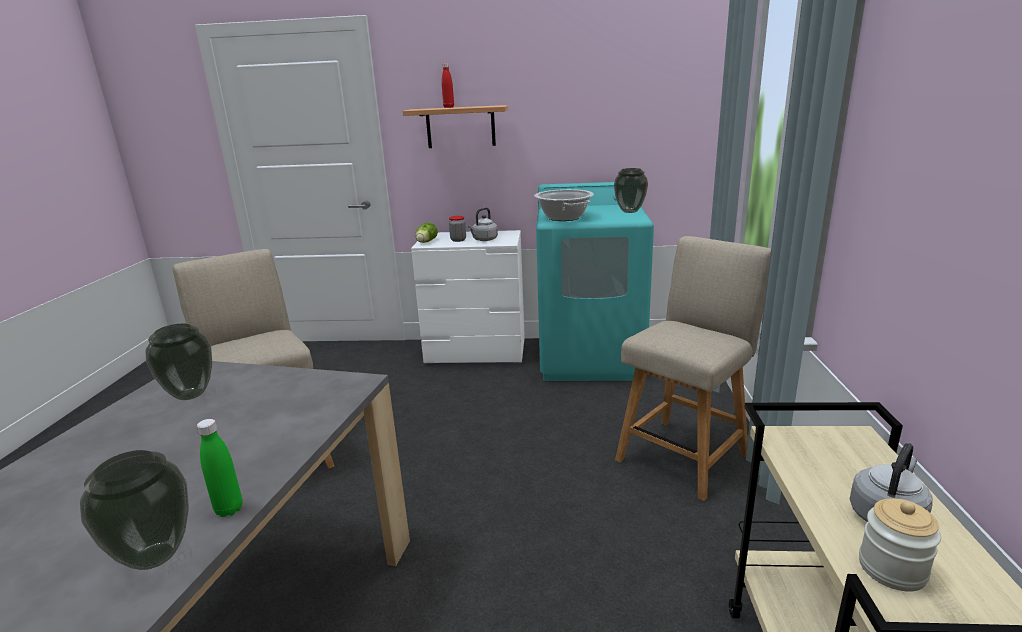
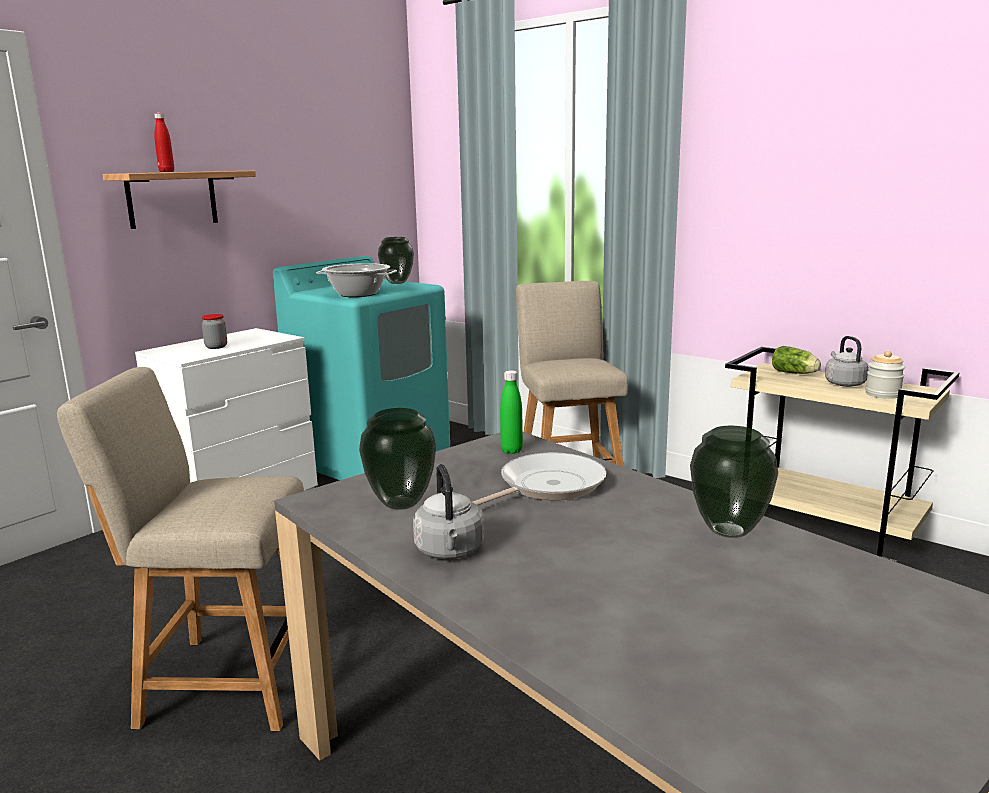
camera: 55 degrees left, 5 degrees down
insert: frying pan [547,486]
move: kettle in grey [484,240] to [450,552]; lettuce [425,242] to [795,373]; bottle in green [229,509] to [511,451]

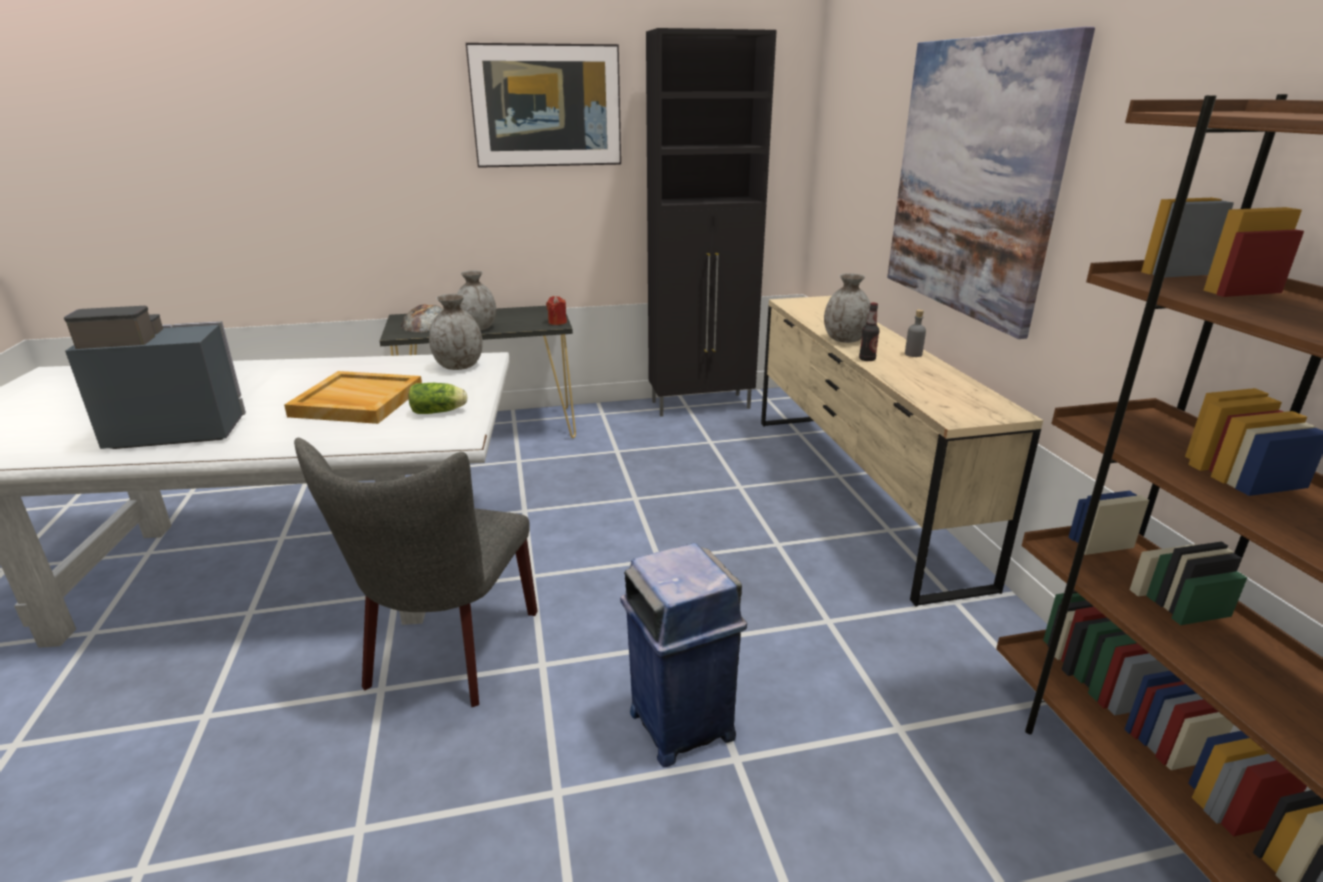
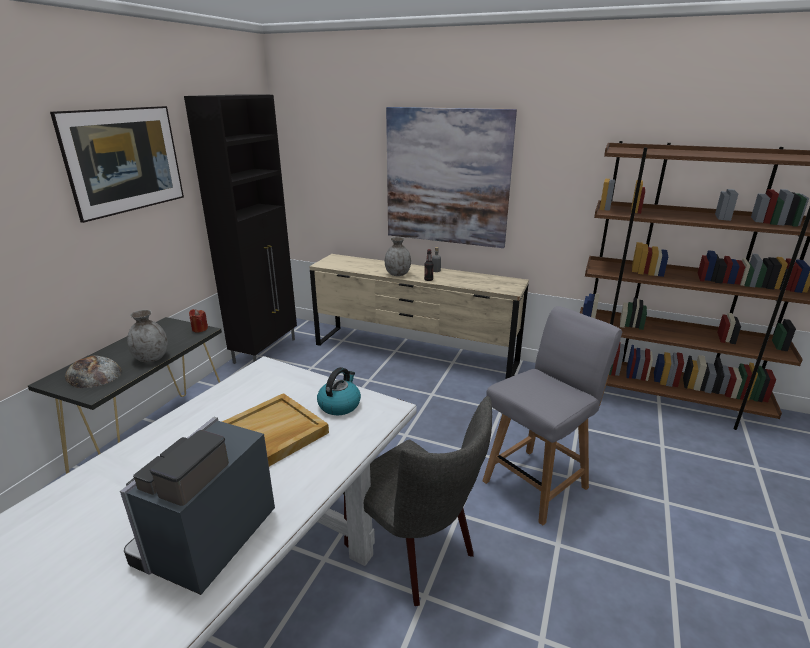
camera: 55 degrees left, 0 degrees up
delete: vase in grey [458,366]
replace: lettuce [440,412] to kettle [339,405]; trash can in blue [681,723] to chair in grey [537,483]

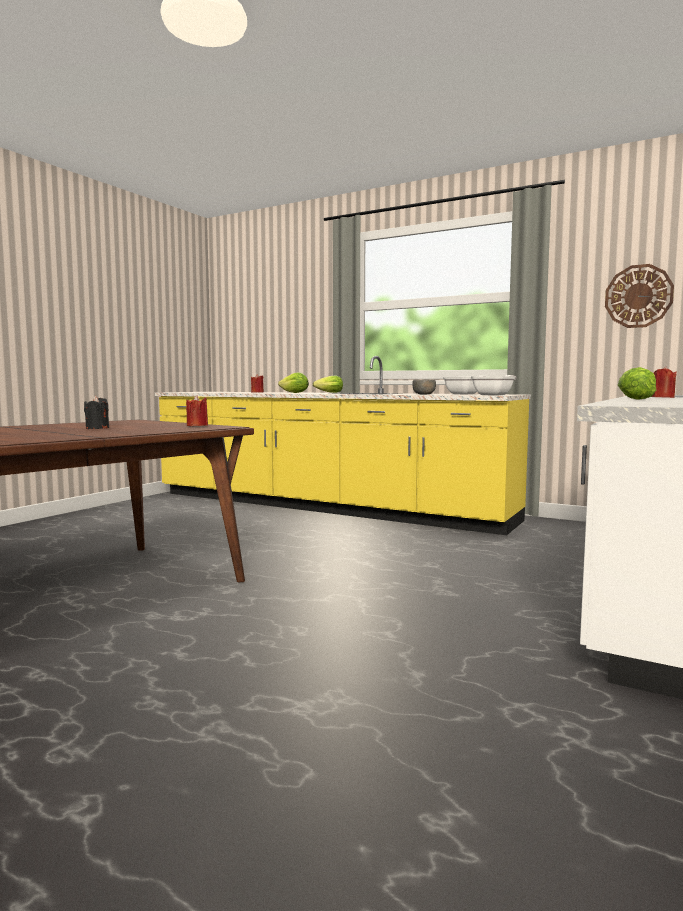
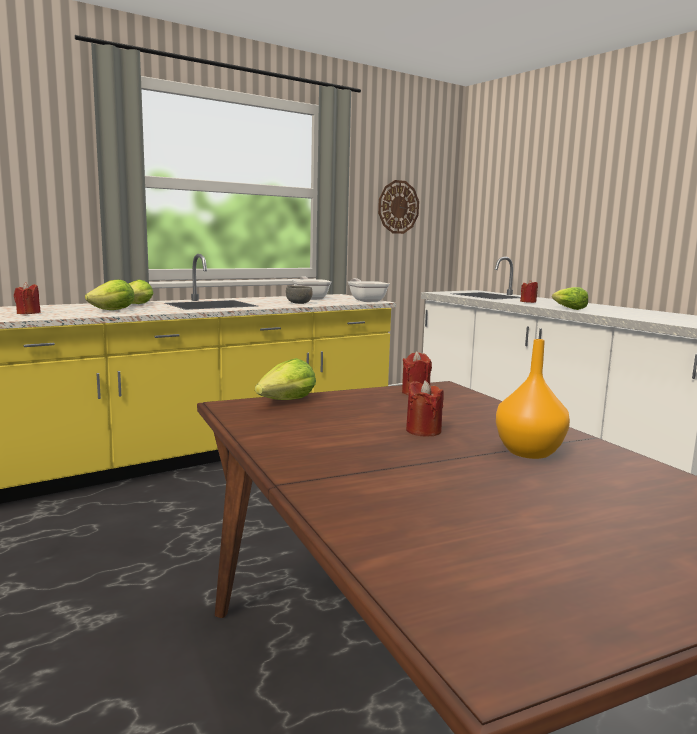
camera: 65 degrees left, 5 degrees up
insert: vase in orange [527,452]; lettuce [287,402]
recolor: candle in black [97,428] to candle in red [423,431]

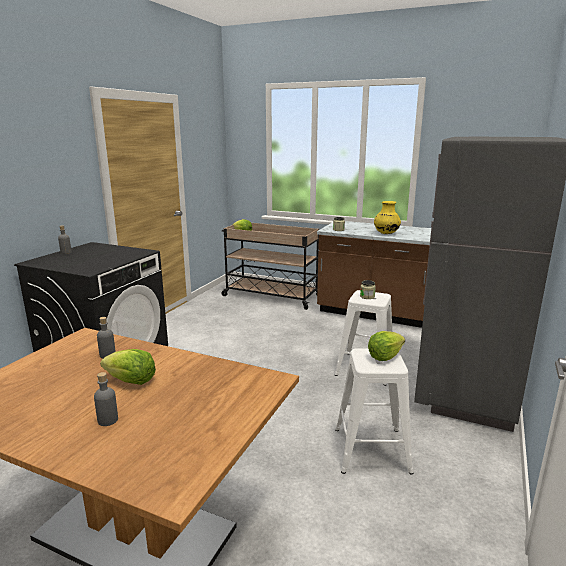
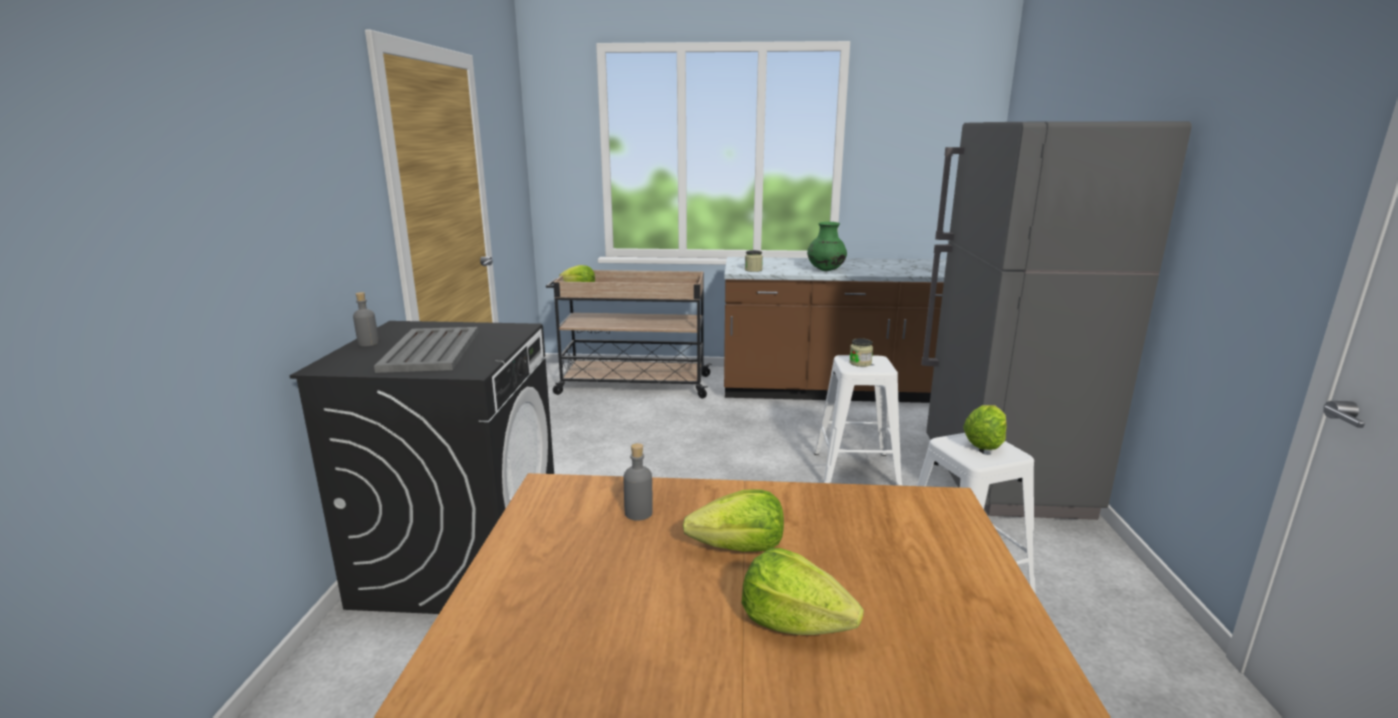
camera: 20 degrees left, 0 degrees up
insert: tray in grey [430,351]
replace: bottle in grey [108,420] to lettuce [794,623]
recolor: vase in yellow [386,233] to vase in green [825,270]

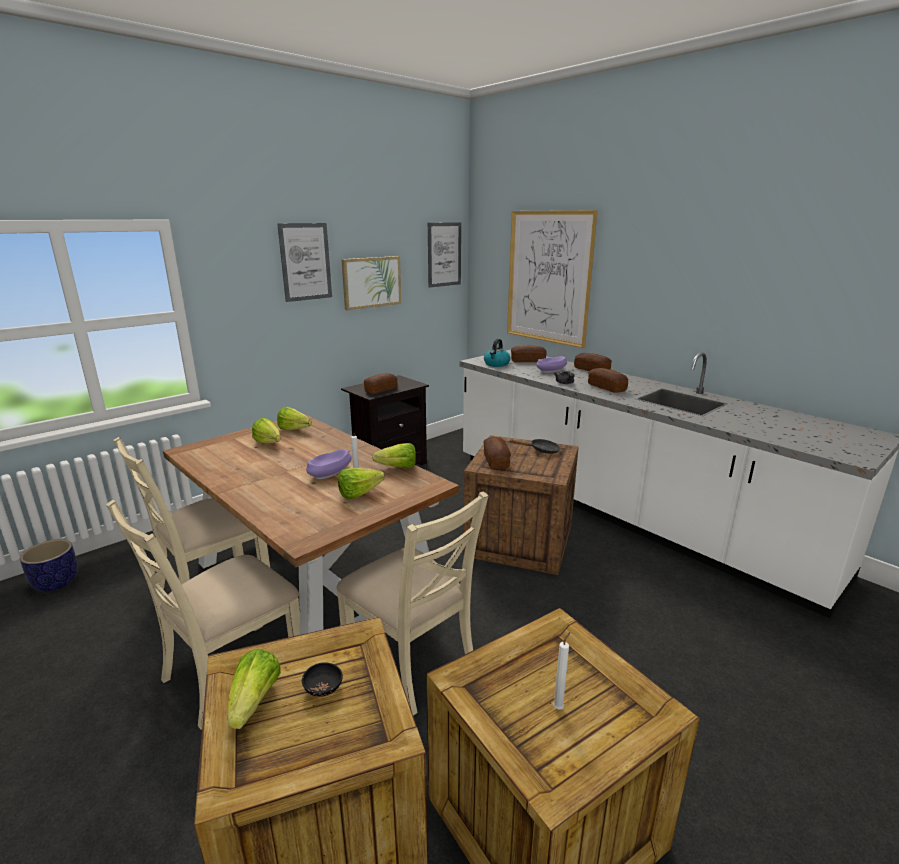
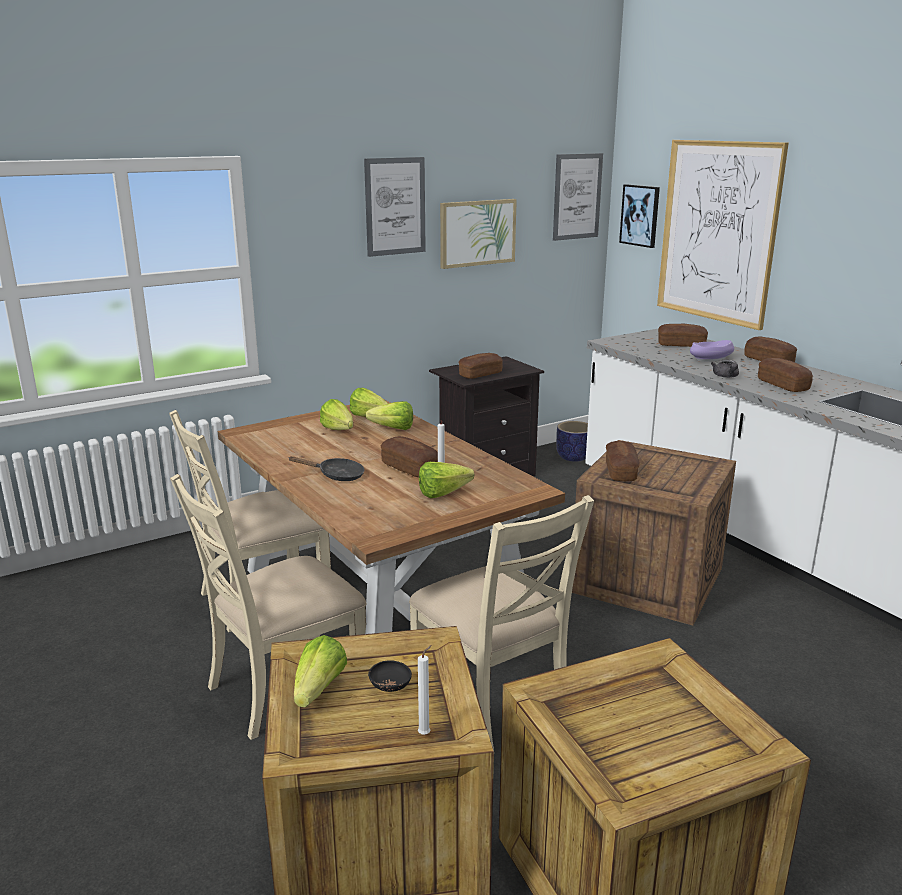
camera: 10 degrees right, 0 degrees up
delete: kettle [496,364]
insert: picture [640,215]
move: frying pan in black [541,450] to [336,476]; lettuce [394,468] to [389,428]; planter [57,583] to [574,457]; candle in white [559,707] to [426,733]
replace: bowl in purple [330,473] to bread [409,468]

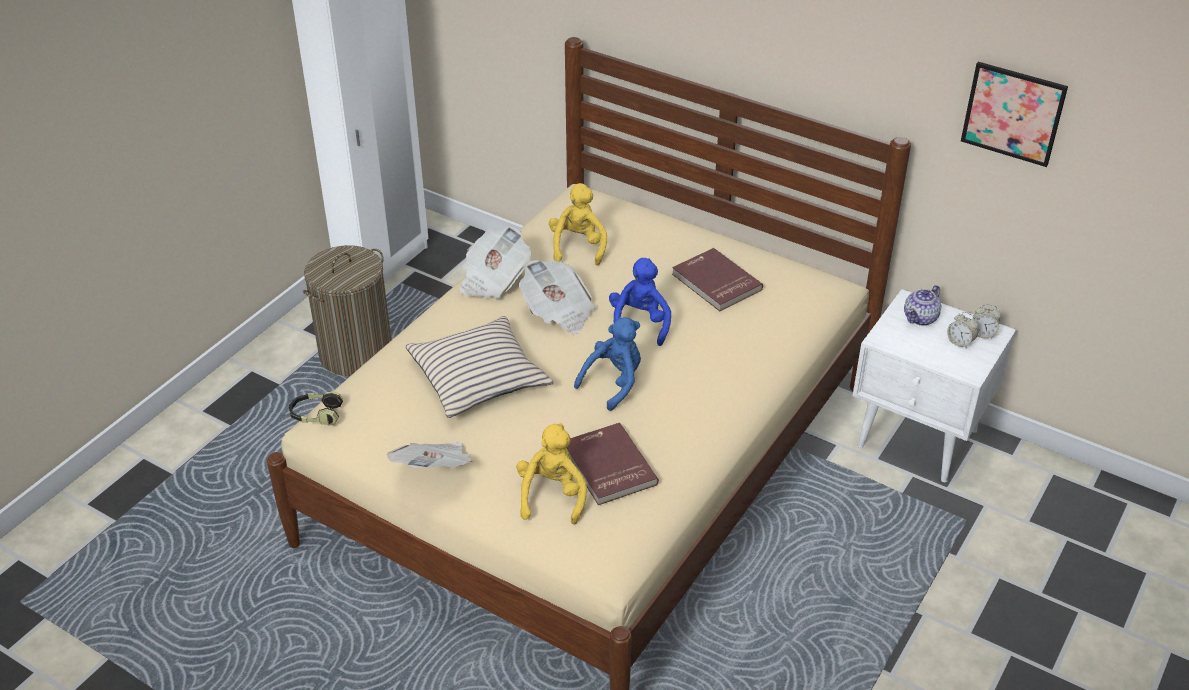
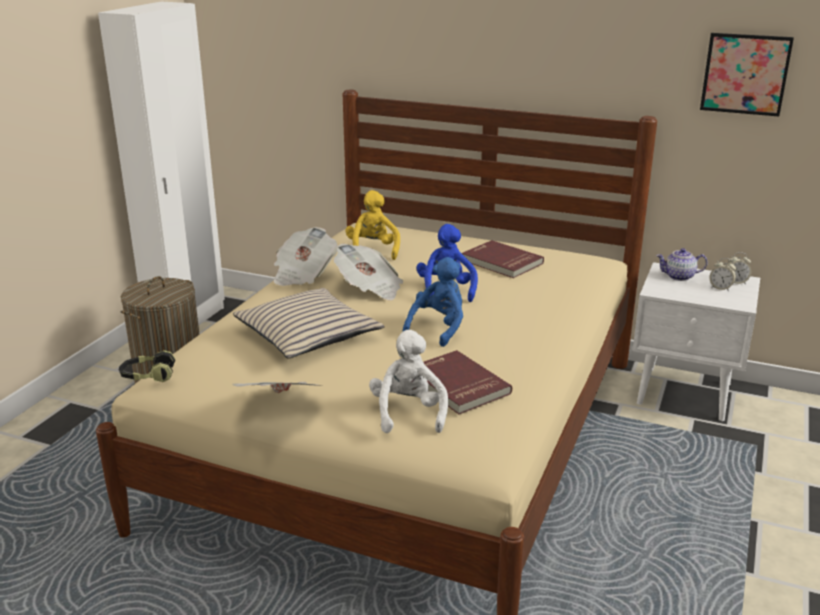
camera: 10 degrees left, 15 degrees down
recolor: plush toy in yellow [552,495] to plush toy in white [408,413]
rotate: teapot [921,318] = [679,277] 60 degrees clockwise

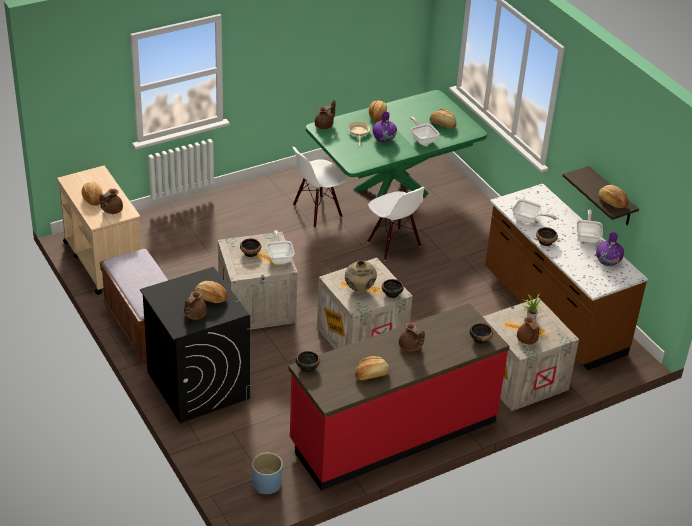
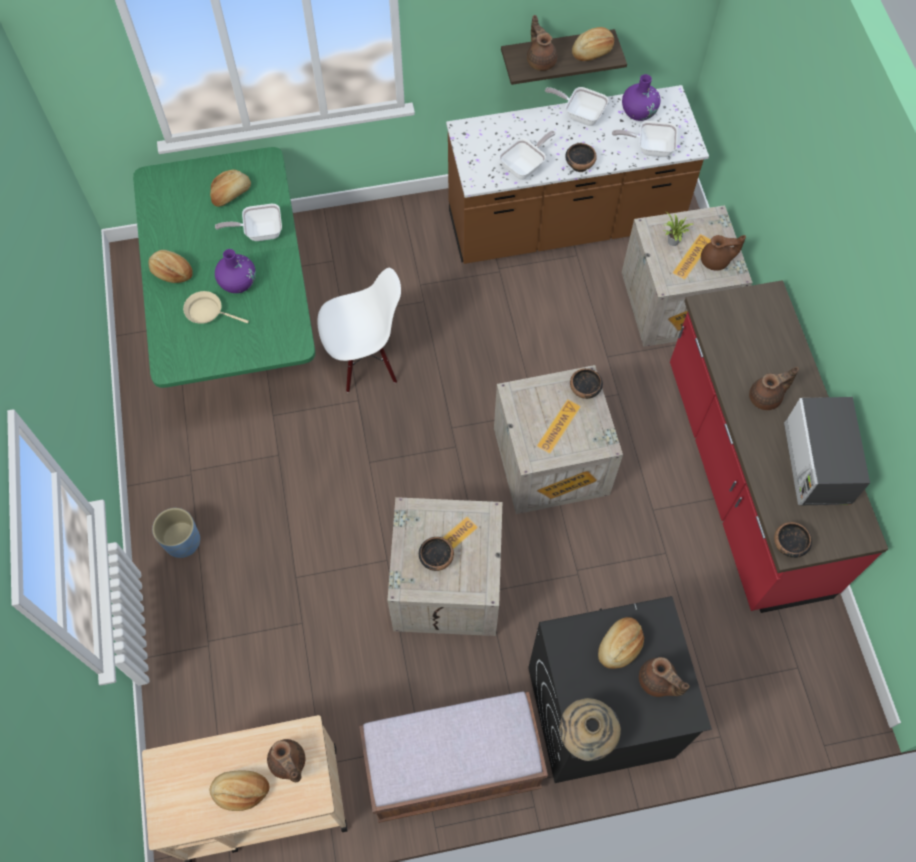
camera: 70 degrees left, 25 degrees up
delete: chair in white [317,211]; bowl [480,339]
move: teapot in brown [324,125] to [541,60]; frying pan [280,257] to [650,148]; vase in beige [359,289] to [586,735]; planter in blue [266,485] to [182,541]
replace: bread [371,374] to microwave [817,464]

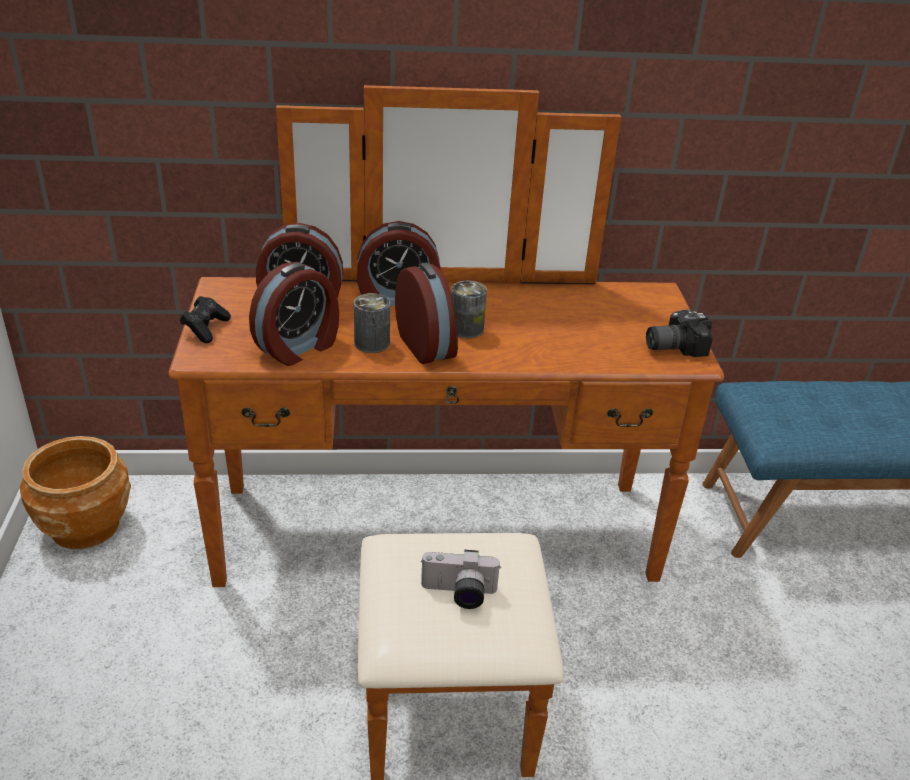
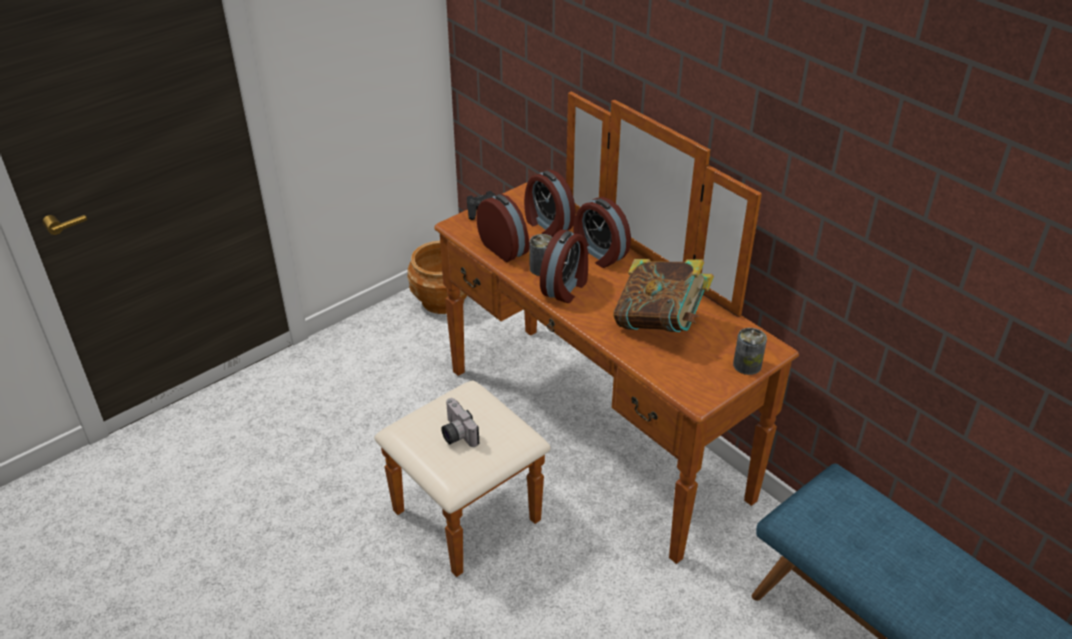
camera: 55 degrees right, 5 degrees up
delete: photo camera [672,345]
insert: book [660,323]
move: can [466,329] to [747,365]
rotate: alarm clock [299,347] = [505,248] 135 degrees counterclockwise

